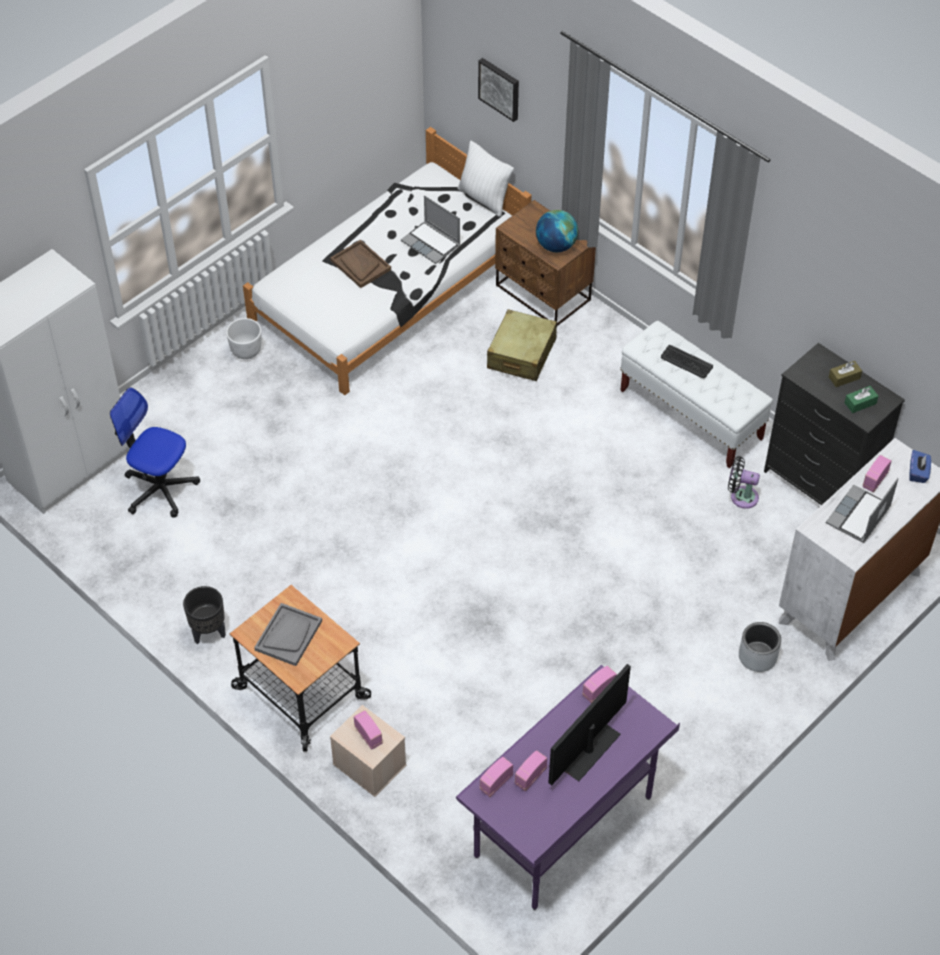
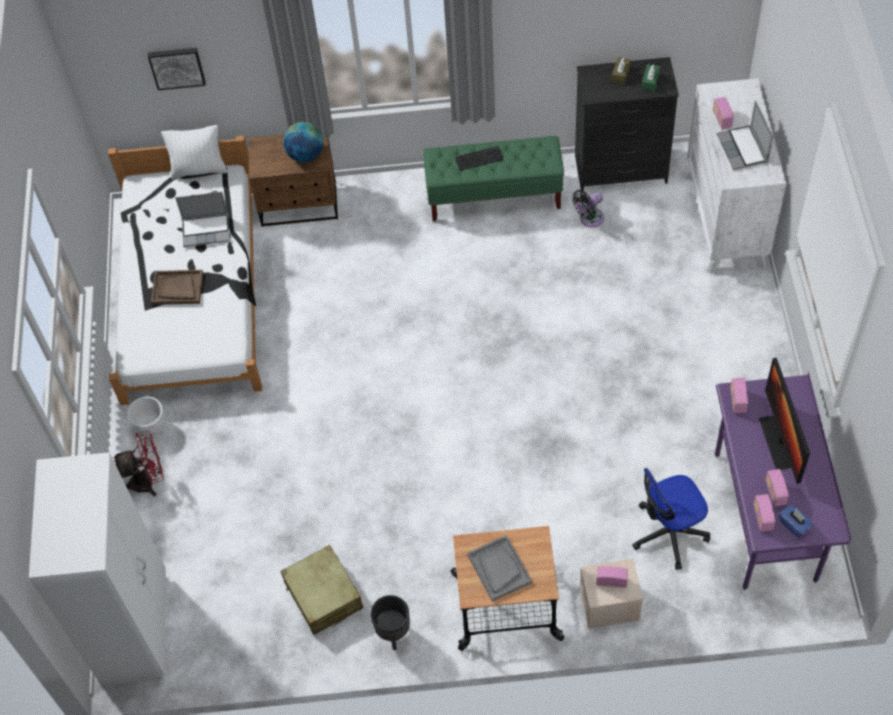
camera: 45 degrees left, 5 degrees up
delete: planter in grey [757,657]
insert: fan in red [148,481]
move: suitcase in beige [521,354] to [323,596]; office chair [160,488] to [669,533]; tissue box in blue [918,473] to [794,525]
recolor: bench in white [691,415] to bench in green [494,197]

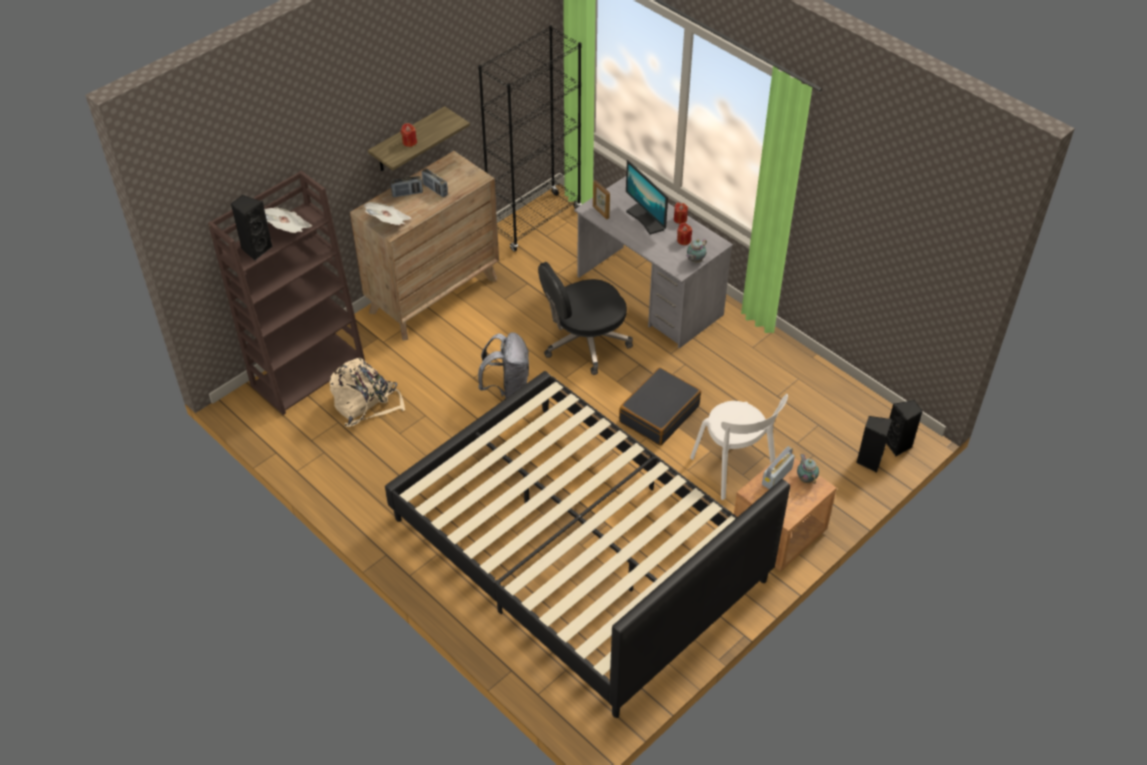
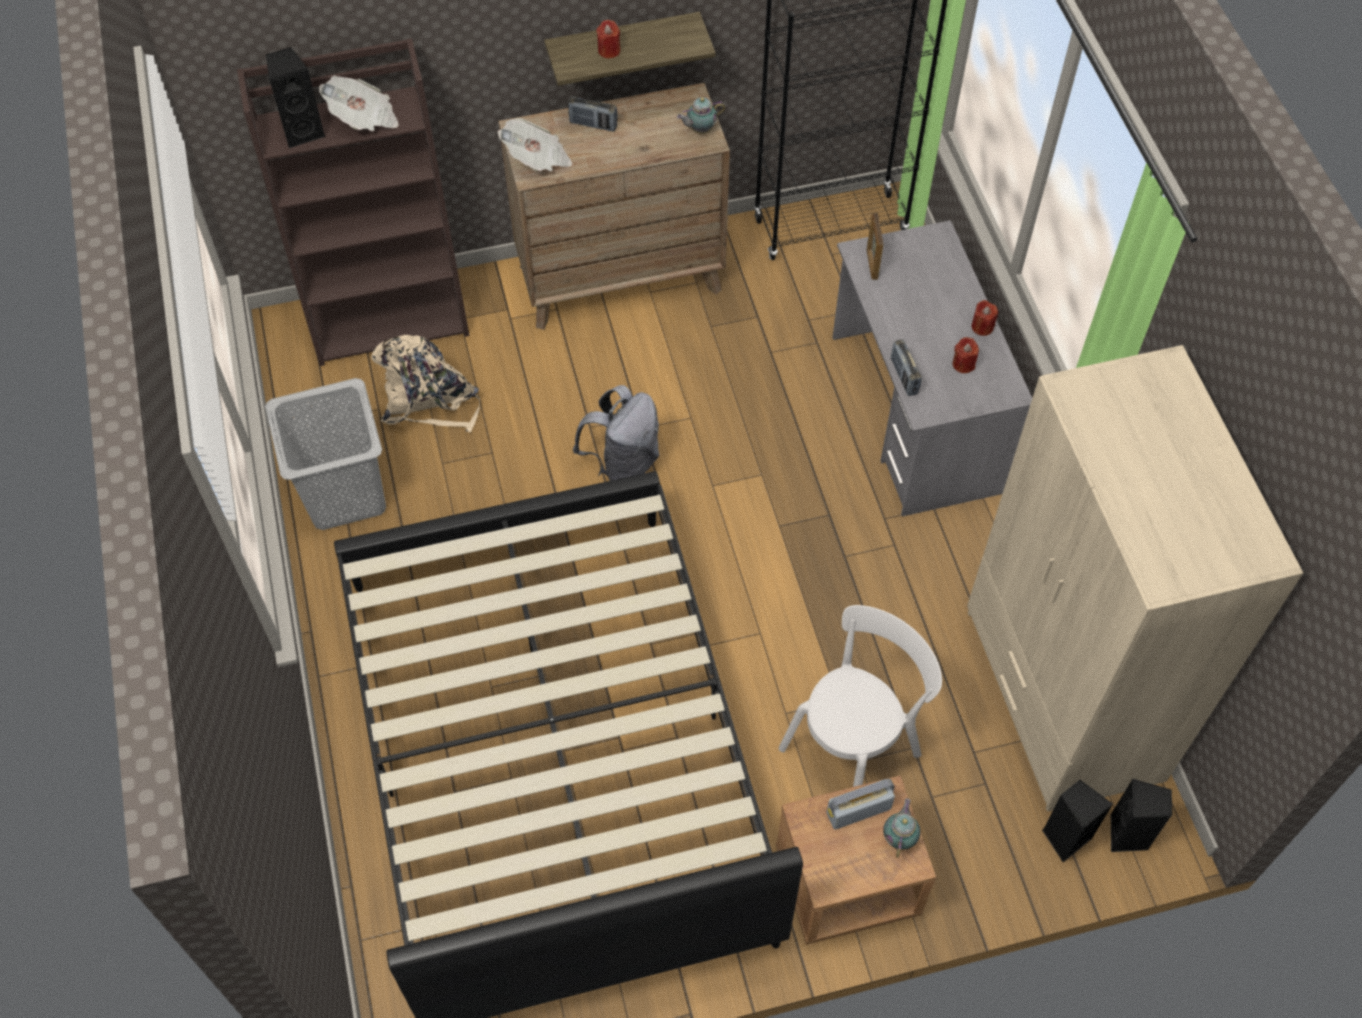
camera: 30 degrees right, 10 degrees up
delete: monitor [646,219]; office chair in black [584,343]; suitcase in black [659,413]
insert: wardrobe in beige [1061,695]; laundry basket in grey [344,494]
move: radio [435,190] to [904,376]; teapot [695,260] to [700,130]
rotate: chair in white [735,469] = [854,746] 135 degrees counterclockwise

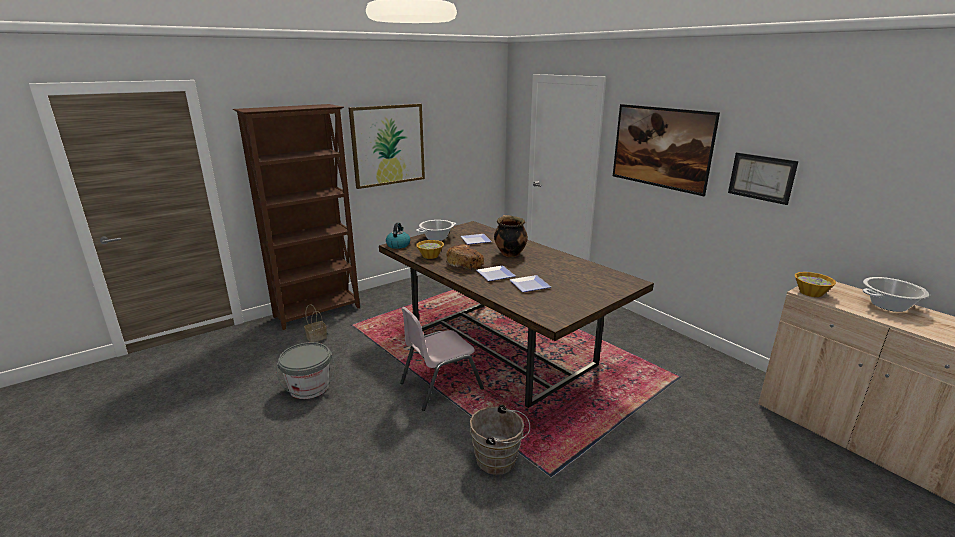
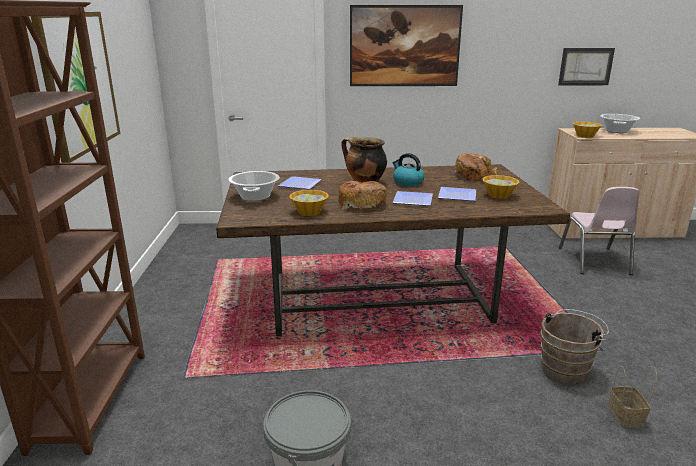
camera: 55 degrees left, 0 degrees up
insert: bread [475,175]; bowl [498,195]
move: picture [761,177] to [585,66]; kettle [398,245] to [407,182]; basket [316,338] to [626,417]; chair in pink [440,386] to [594,261]

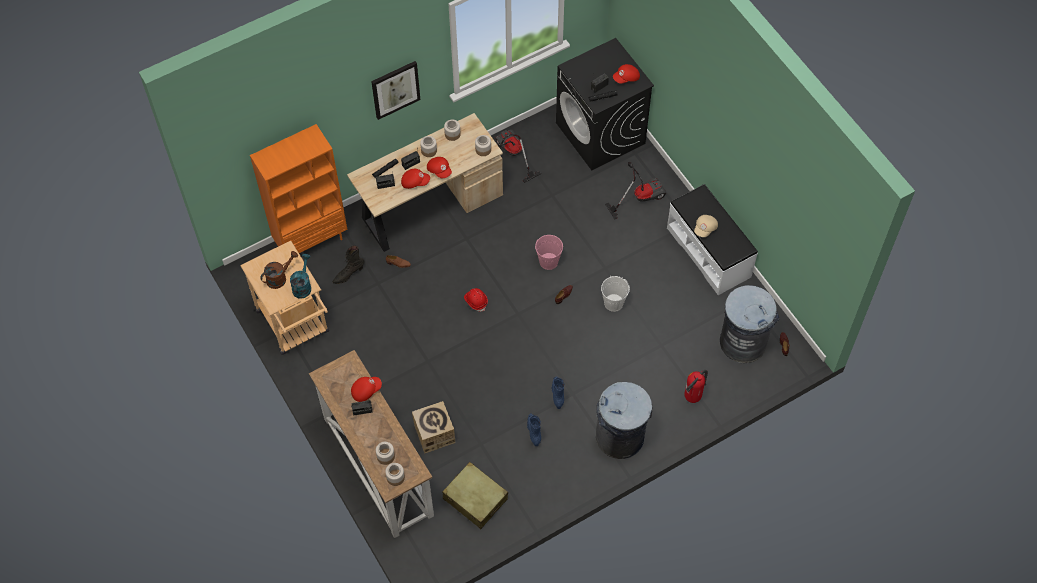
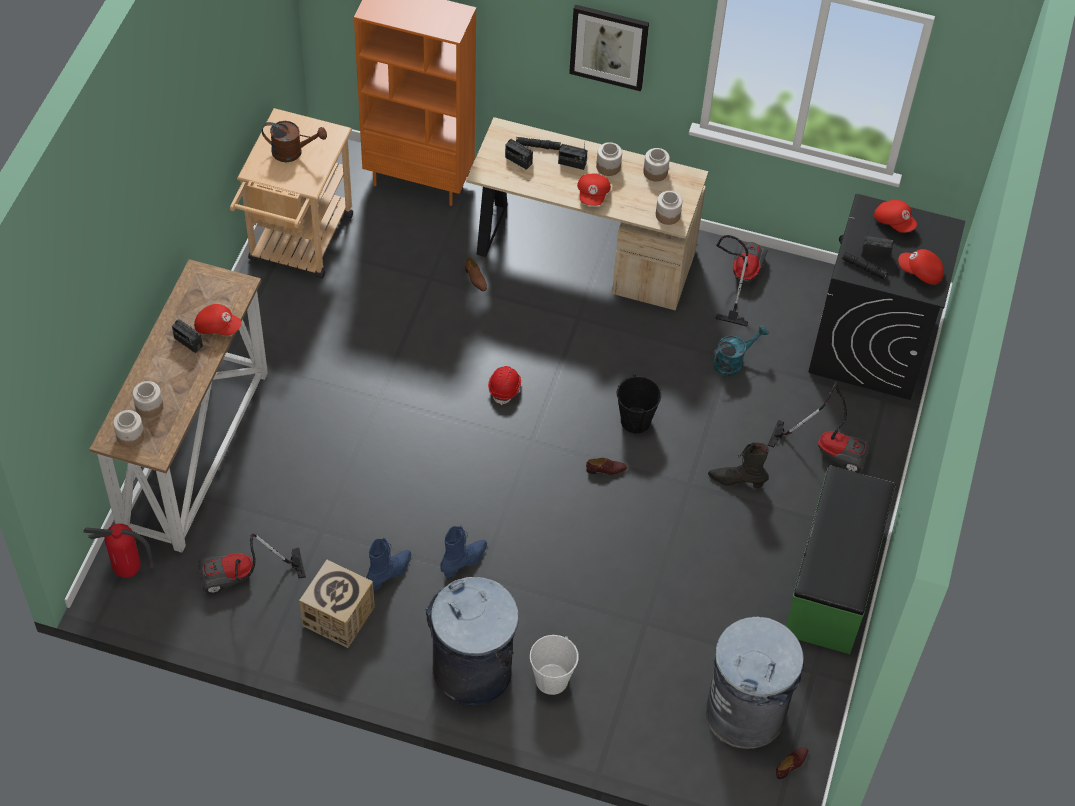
camera: 45 degrees right, 5 degrees down
delete: cap in beige [705,229]
move: cap in red [415,182] to [894,222]; boot in black [348,274] to [737,480]; watering can in turquoise [302,285] to [733,361]; bucket in white [613,303] to [551,679]; fire extinguisher [692,398] to [127,571]; cardboard box [434,434] to [338,616]
replace: suitcase in beige [475,499] to vacuum cleaner [243,578]
recolor: bench in white [709,252] to bench in green [834,580]; bucket in pink [548,261] to bucket in black [635,420]

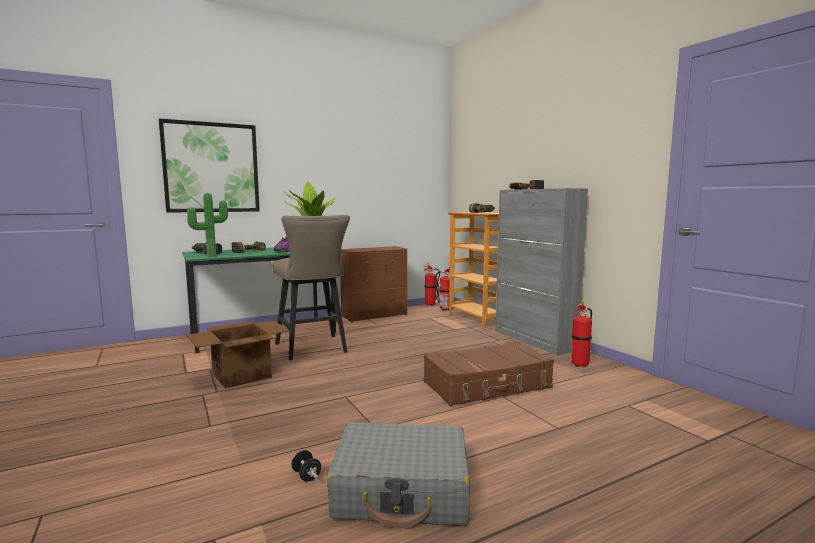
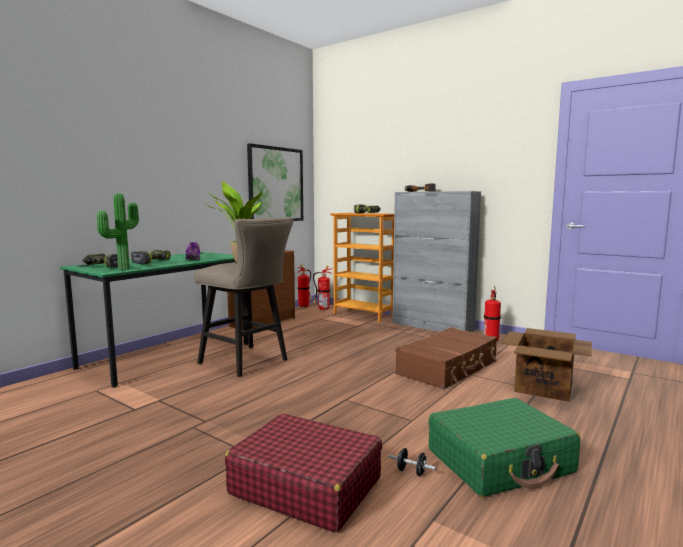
camera: 25 degrees left, 0 degrees up
insert: suitcase in red [305,485]
move: picture [211,167] to [275,184]; cardboard box [240,375] to [543,388]
recolor: suitcase in grey [402,491] to suitcase in green [500,461]

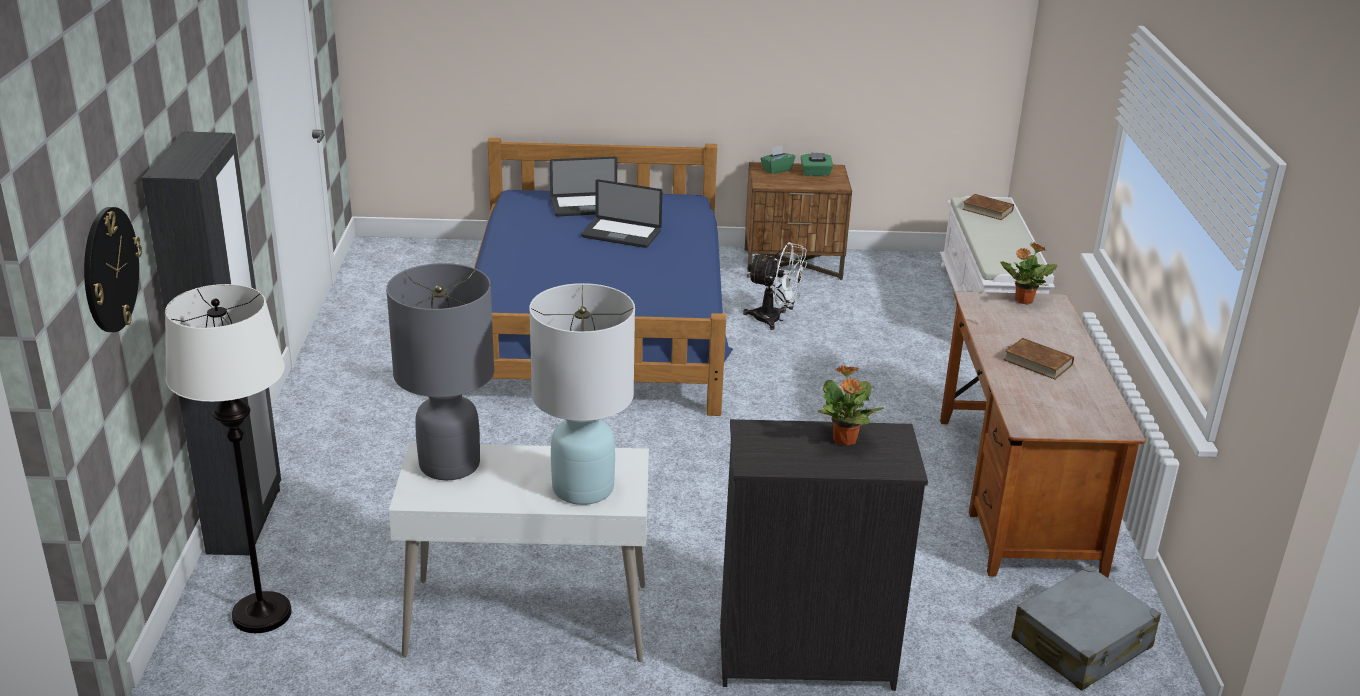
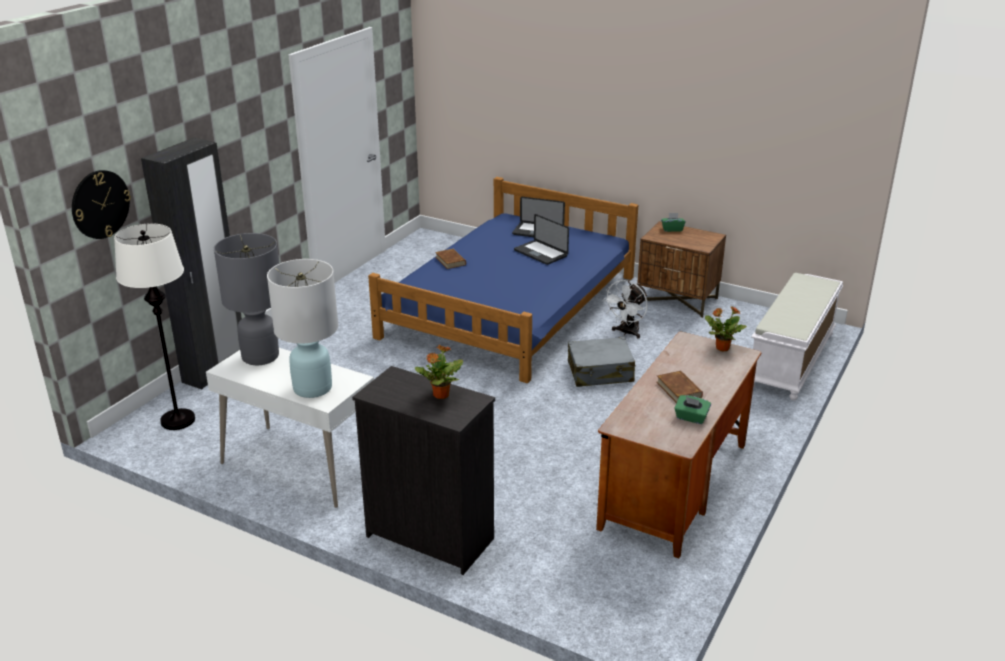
camera: 30 degrees right, 0 degrees up
move: tissue box in green [815,174] to [691,418]; book in brown [987,210] to [450,261]; suitcase in grey [1082,644] to [600,372]
rotate: fan in white [774,319] = [626,332] 75 degrees clockwise

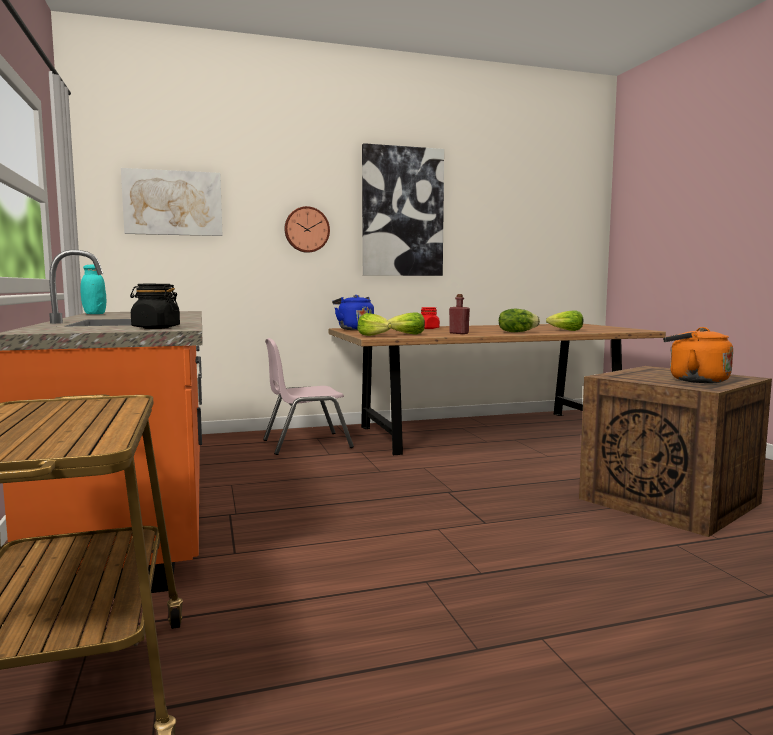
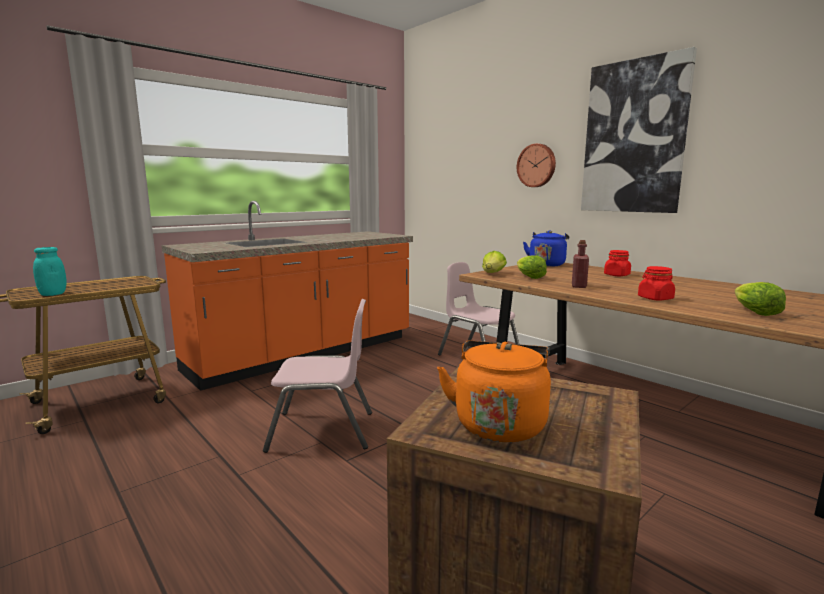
camera: 65 degrees right, 5 degrees up
delete: picture [173,203]; jar in black [155,328]
insert: chair in pink [322,431]
move: jar in turquoise [94,314] to [53,294]
replace: lettuce [517,332] to jar in red [655,298]

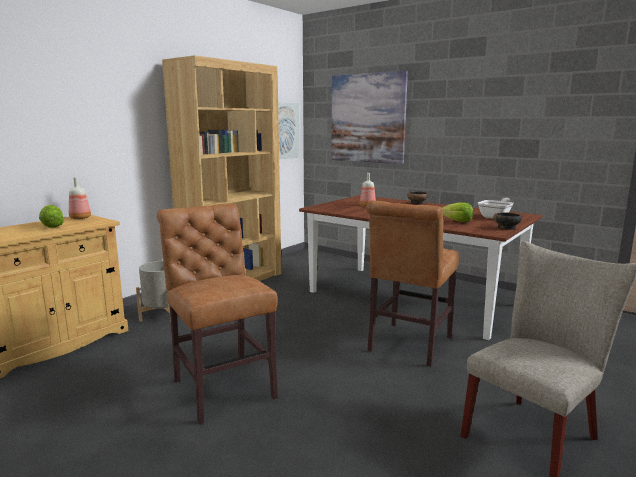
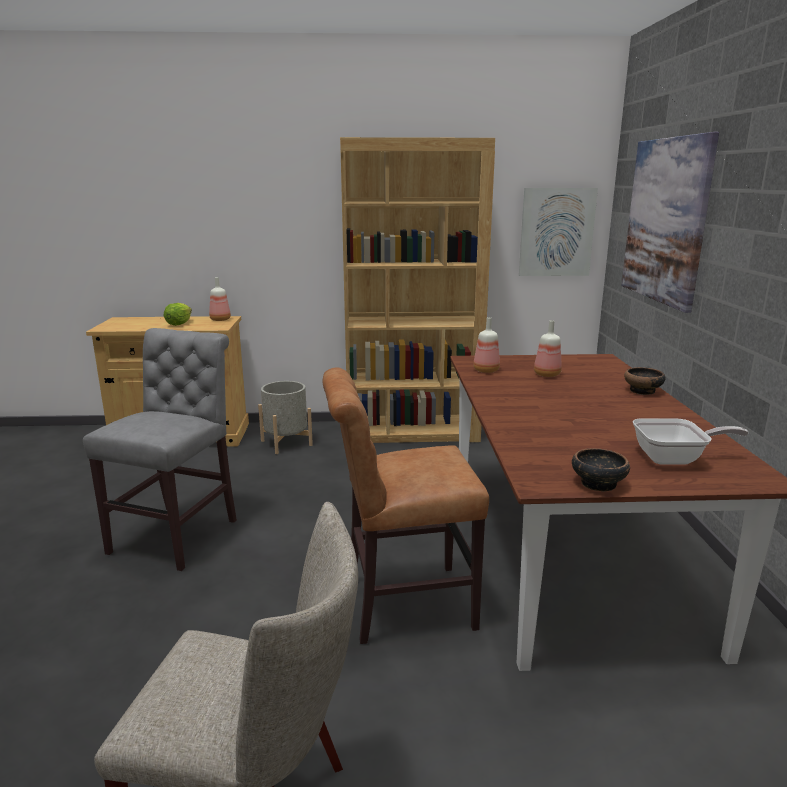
camera: 50 degrees right, 5 degrees up
delete: lettuce [457,221]
insert: bottle [486,371]
recolor: chair in brown [221,386] to chair in grey [179,533]

